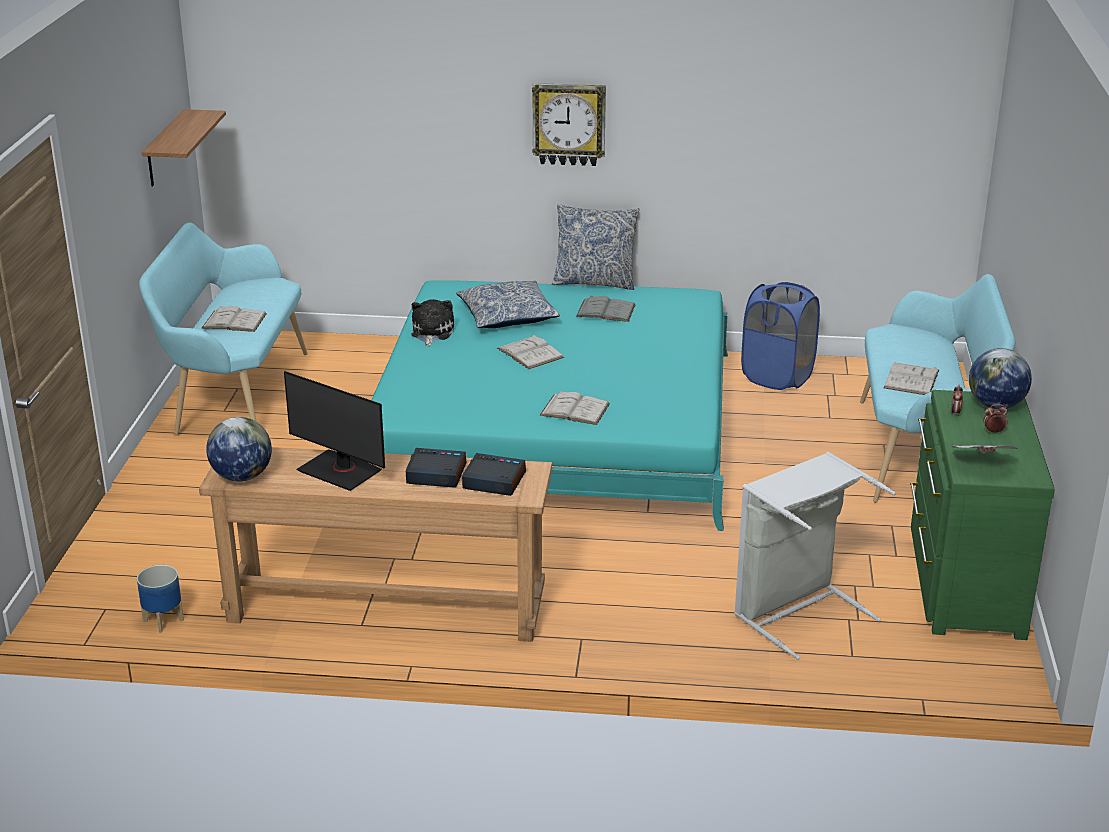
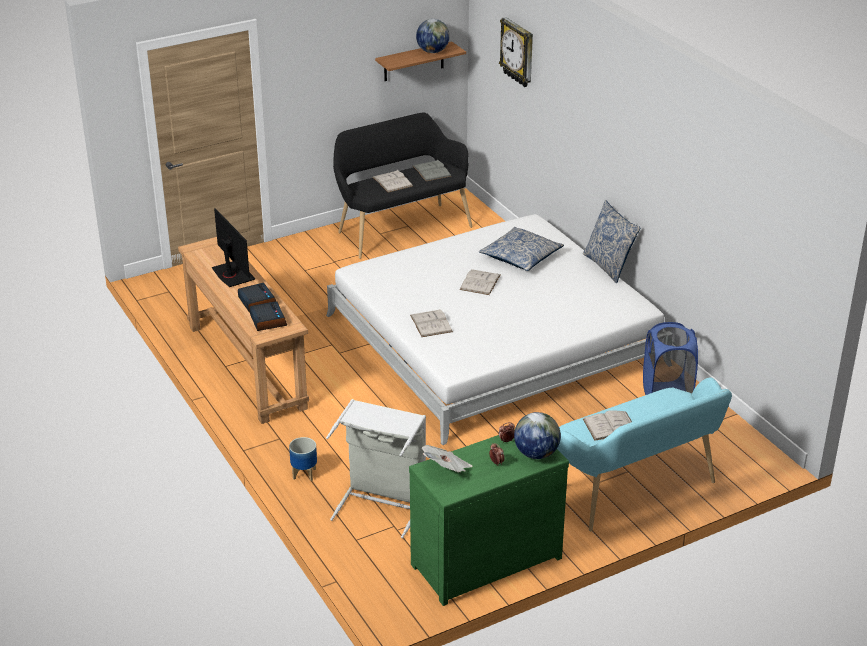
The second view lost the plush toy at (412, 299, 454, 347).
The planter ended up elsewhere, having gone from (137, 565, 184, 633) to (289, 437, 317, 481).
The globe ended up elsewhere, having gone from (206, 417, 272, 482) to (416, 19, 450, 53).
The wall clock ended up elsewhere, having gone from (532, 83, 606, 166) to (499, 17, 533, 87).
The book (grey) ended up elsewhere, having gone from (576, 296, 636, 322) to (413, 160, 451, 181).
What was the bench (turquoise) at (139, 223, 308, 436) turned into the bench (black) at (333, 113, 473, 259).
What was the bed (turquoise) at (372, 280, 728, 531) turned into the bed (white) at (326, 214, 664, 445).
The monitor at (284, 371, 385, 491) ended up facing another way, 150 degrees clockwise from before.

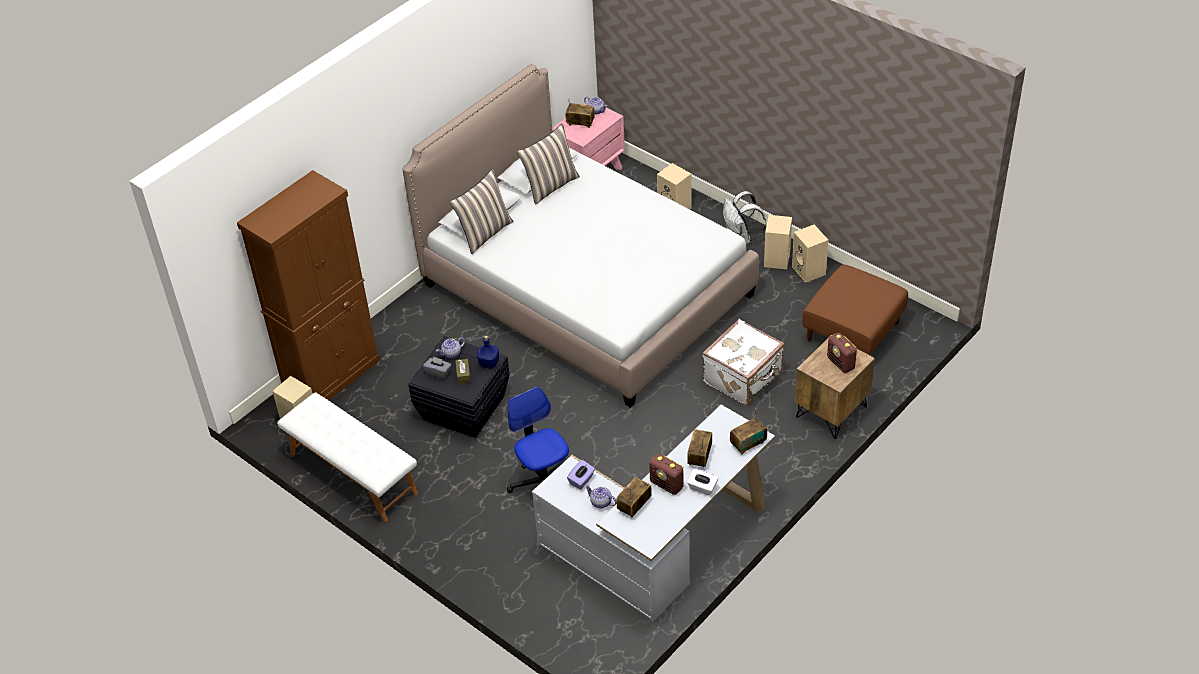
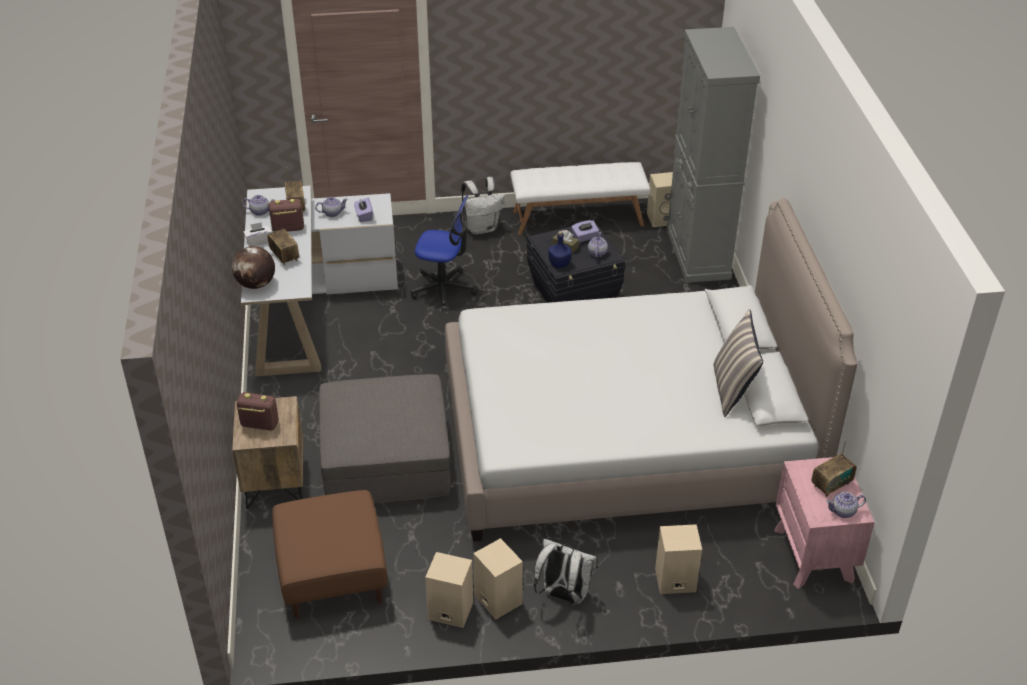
The second view lost the pillow at (450, 169, 513, 254).
The second view gained the teapot at (242, 195, 275, 216).
The second view gained the backpack (white) at (461, 177, 505, 235).
Where the suitcase (white) stood at (702, 319, 785, 405), the ottoman (grey) came to stand at (319, 374, 451, 503).
Where the radio stood at (730, 408, 767, 455), the globe came to stand at (232, 246, 275, 289).
What was the cabinet (brown) at (237, 170, 380, 400) turned into the cabinet (grey) at (666, 27, 760, 283).
What was the tissue box (grey) at (423, 356, 451, 379) turned into the tissue box (purple) at (571, 220, 599, 242).

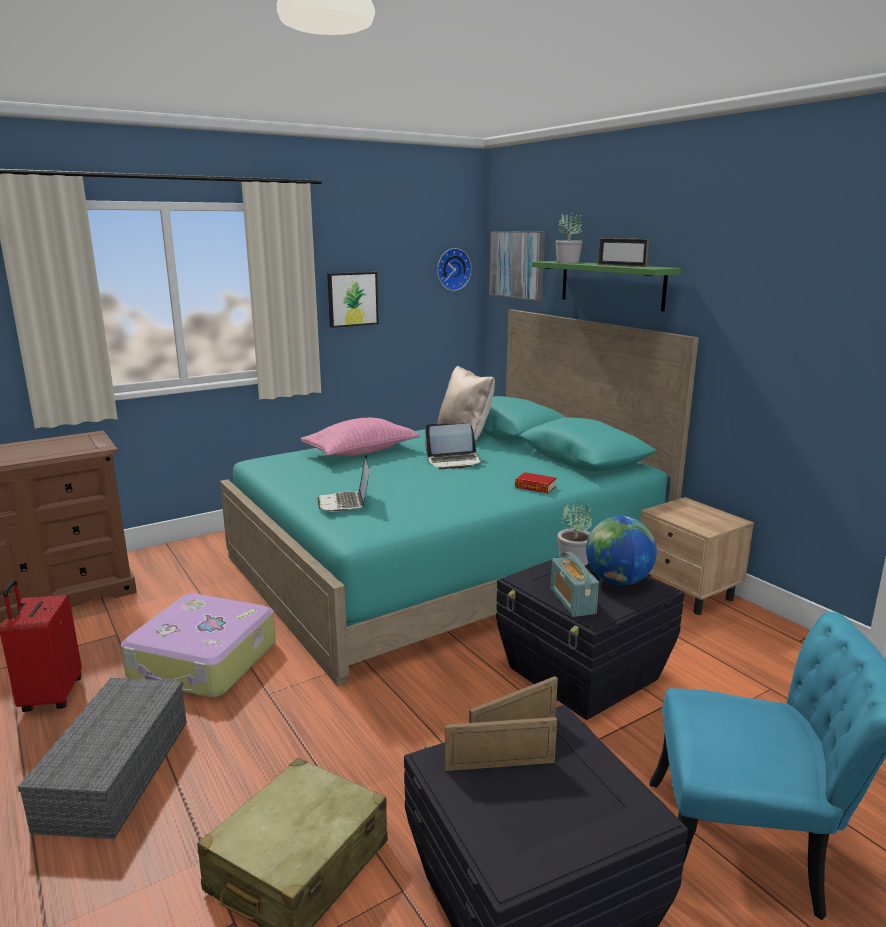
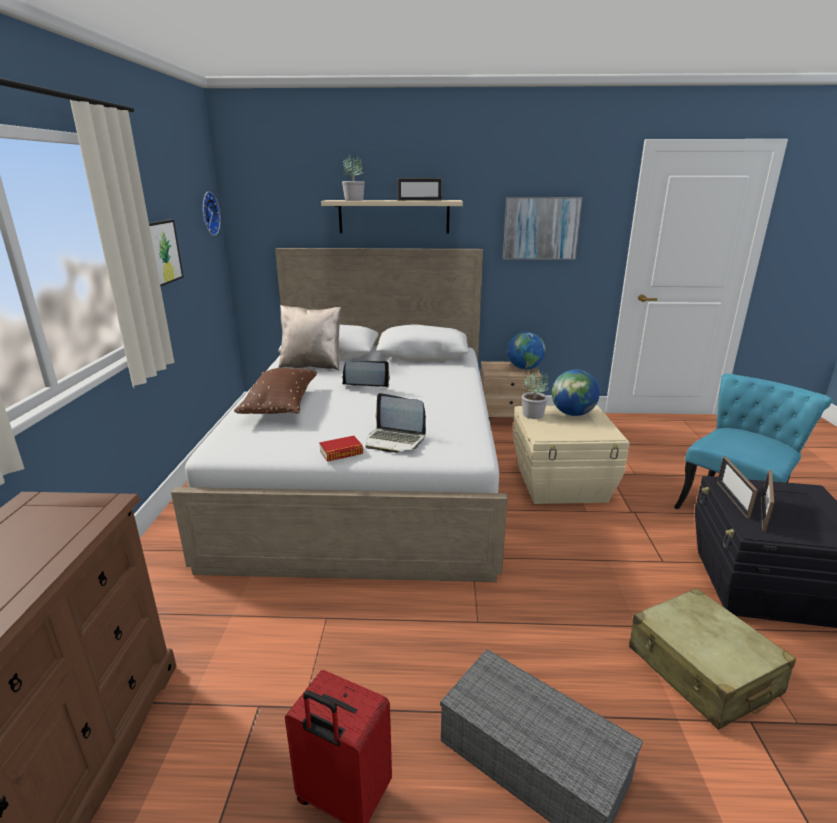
The second view lost the suitcase at (121, 593, 276, 698).
The second view lost the radio at (551, 552, 599, 617).
The second view gained the globe at (507, 332, 546, 370).
The picture ended up elsewhere, having gone from (489, 231, 545, 301) to (503, 197, 583, 260).
The book ended up elsewhere, having gone from (515, 472, 557, 493) to (319, 436, 363, 462).
What was the bed (turquoise) at (220, 310, 699, 686) turned into the bed (white) at (171, 248, 508, 582).
What was the pillow (pink) at (301, 418, 420, 456) turned into the pillow (brown) at (234, 368, 317, 414).
What was the storage box (black) at (496, 557, 684, 720) turned into the storage box (beige) at (513, 405, 630, 504).
What was the shelf (green) at (532, 261, 682, 312) turned into the shelf (beige) at (321, 200, 463, 234).
The laptop at (425, 423, 484, 470) ended up facing another way, 120 degrees counterclockwise from before.

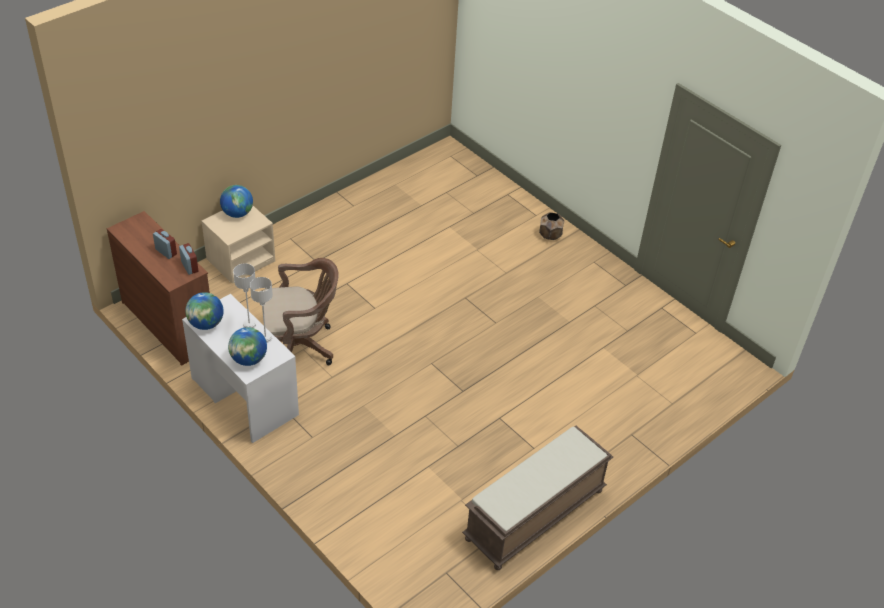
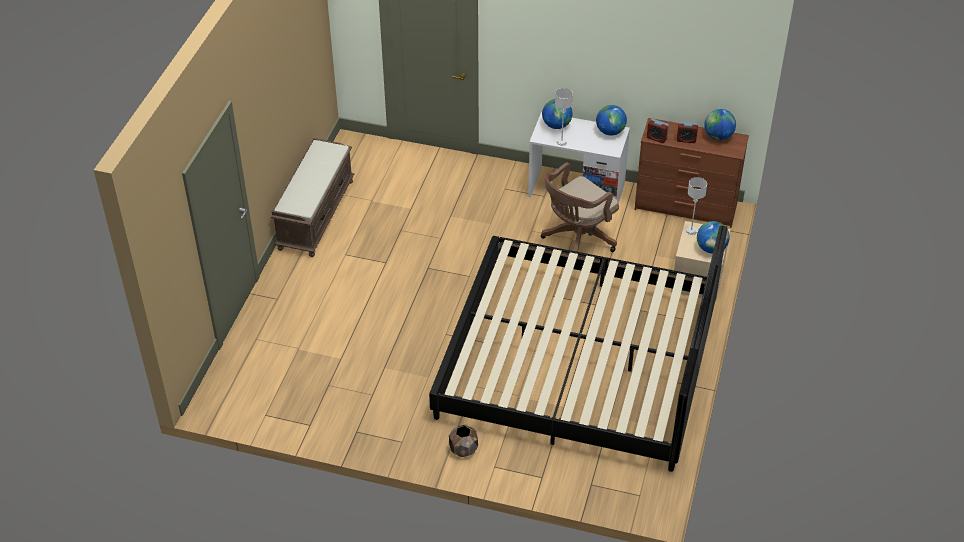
The second view gained the bed at (429, 226, 727, 472).
The second view gained the globe at (704, 109, 736, 140).
The table lamp (grey) ended up elsewhere, having gone from (233, 263, 256, 328) to (686, 177, 707, 235).

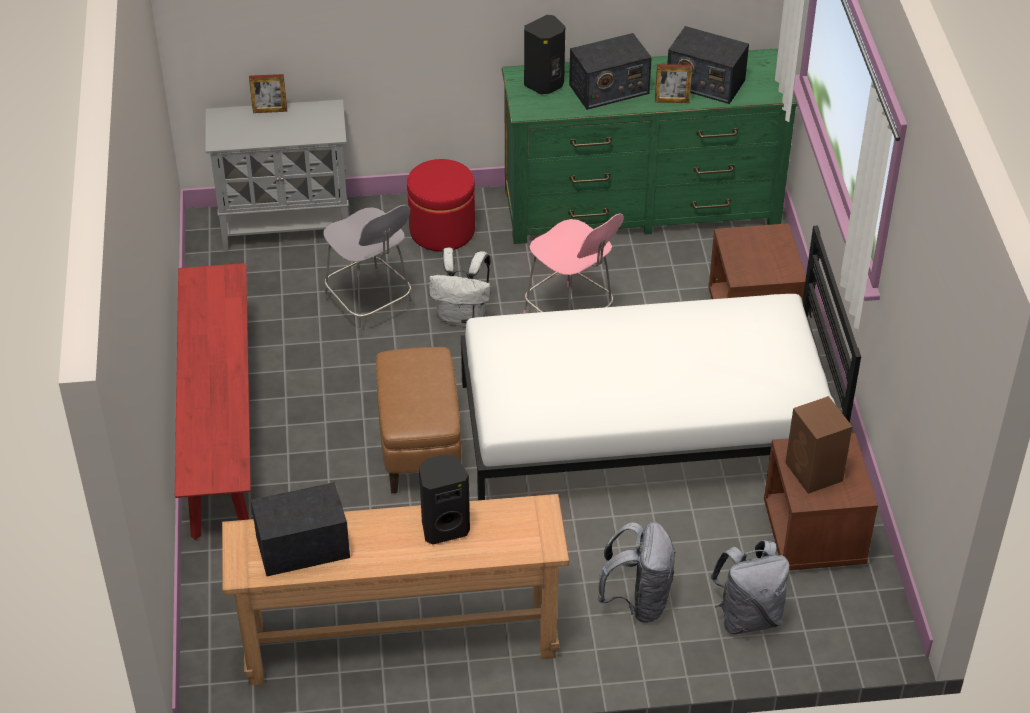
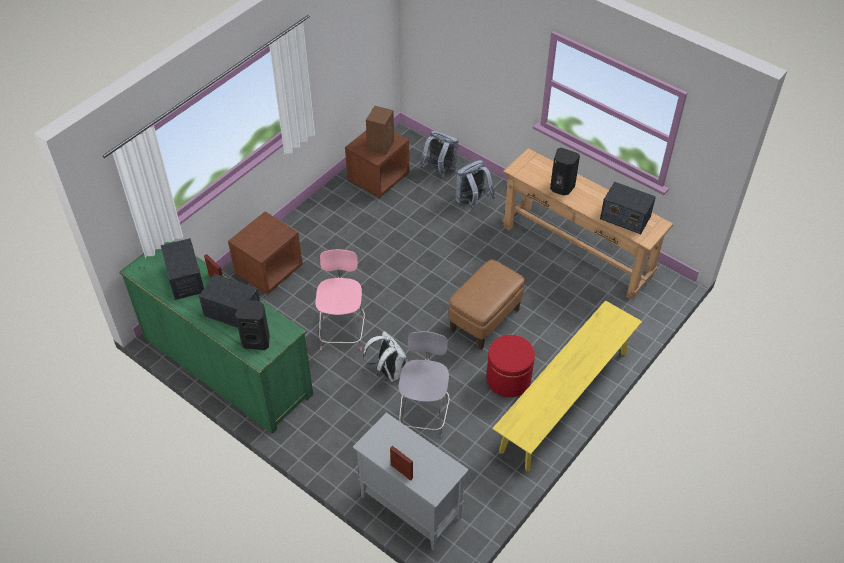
The second view lost the bed (white) at (461, 225, 861, 500).
The ottoman (red) ended up elsewhere, having gone from (407, 159, 475, 251) to (486, 335, 535, 397).
What was the bench (red) at (175, 263, 251, 540) turned into the bench (yellow) at (492, 300, 642, 472).

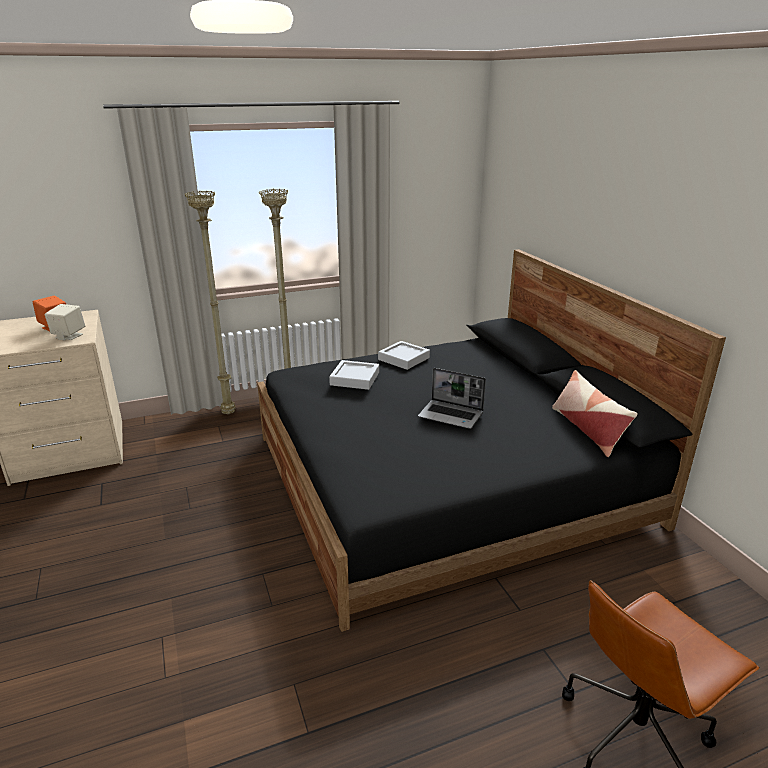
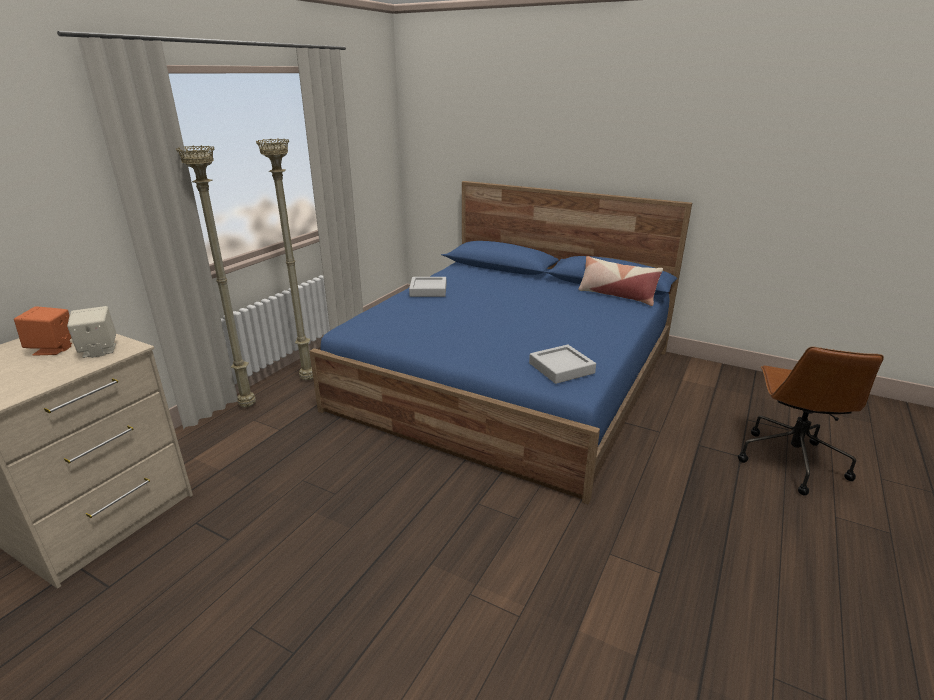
The second view lost the laptop at (418, 368, 486, 429).
The tray (grey) ended up elsewhere, having gone from (329, 360, 379, 390) to (529, 345, 596, 384).
What was the bed (black) at (257, 249, 726, 632) turned into the bed (blue) at (309, 181, 692, 504).

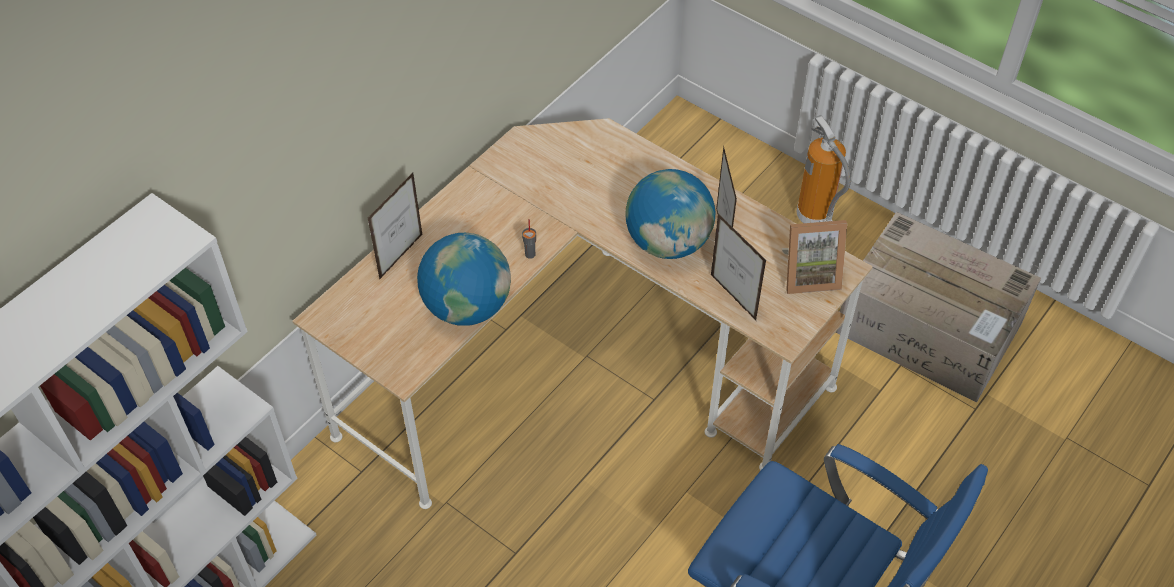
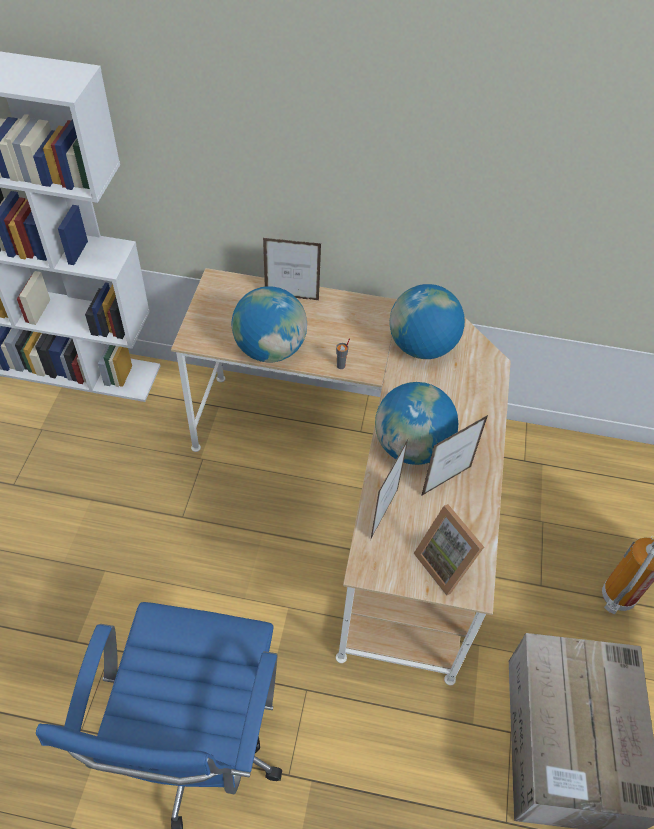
The second view gained the globe at (389, 284, 465, 359).

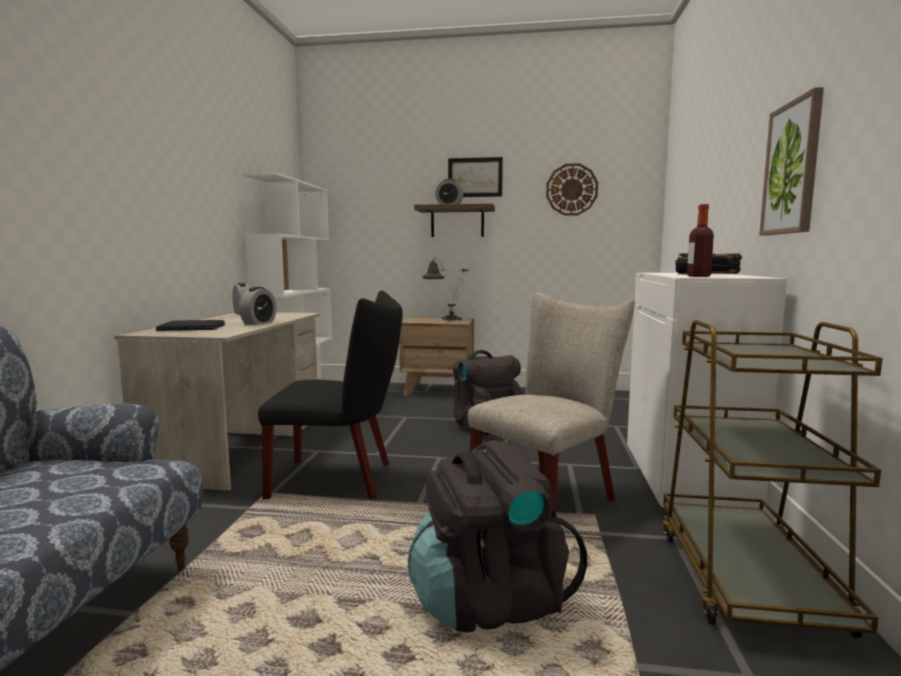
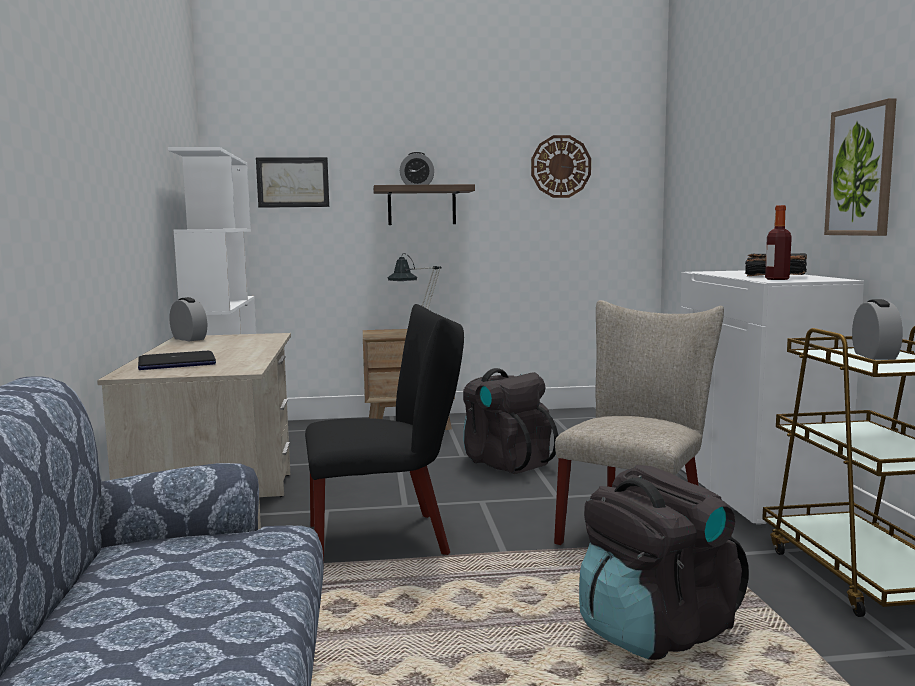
The alarm clock ended up elsewhere, having gone from (239, 287, 276, 325) to (852, 299, 903, 360).
The picture ended up elsewhere, having gone from (448, 157, 503, 197) to (256, 157, 329, 208).

